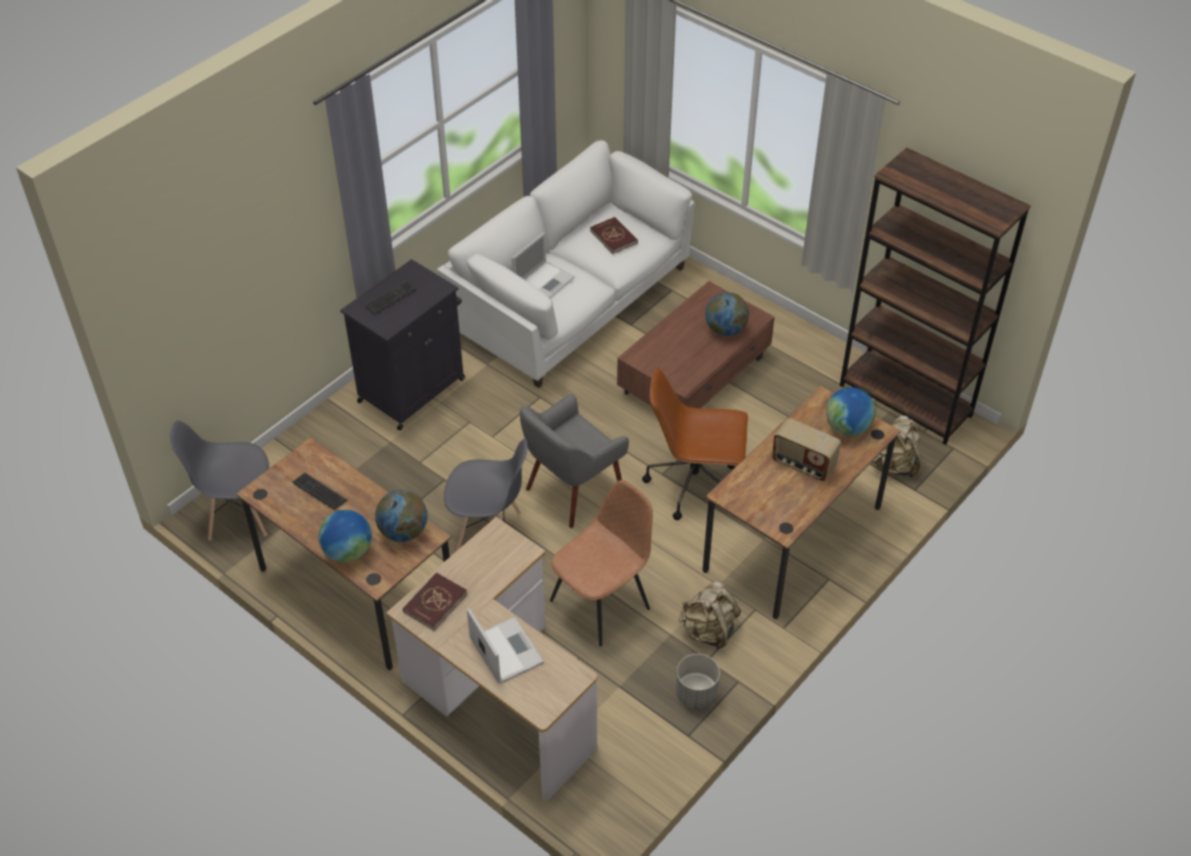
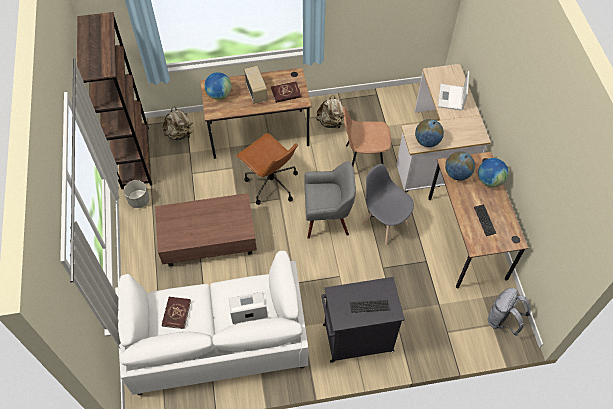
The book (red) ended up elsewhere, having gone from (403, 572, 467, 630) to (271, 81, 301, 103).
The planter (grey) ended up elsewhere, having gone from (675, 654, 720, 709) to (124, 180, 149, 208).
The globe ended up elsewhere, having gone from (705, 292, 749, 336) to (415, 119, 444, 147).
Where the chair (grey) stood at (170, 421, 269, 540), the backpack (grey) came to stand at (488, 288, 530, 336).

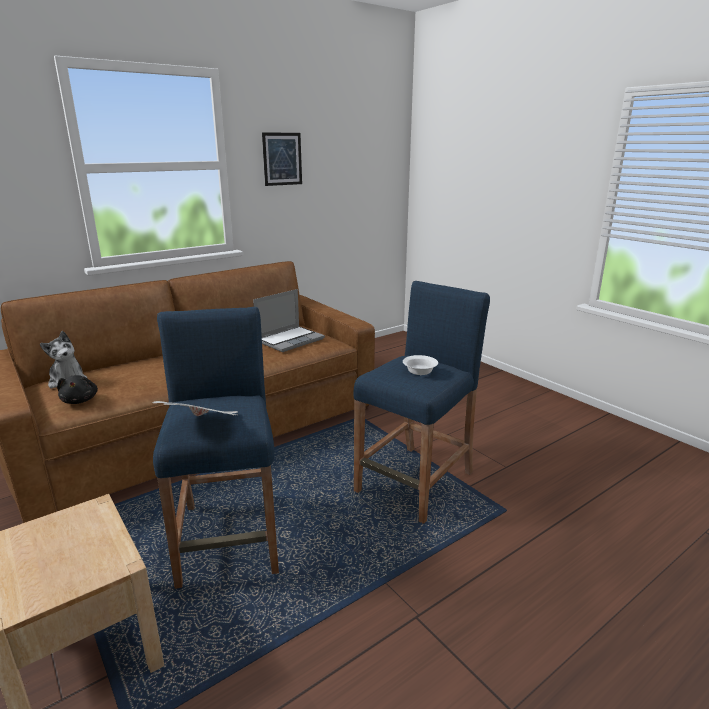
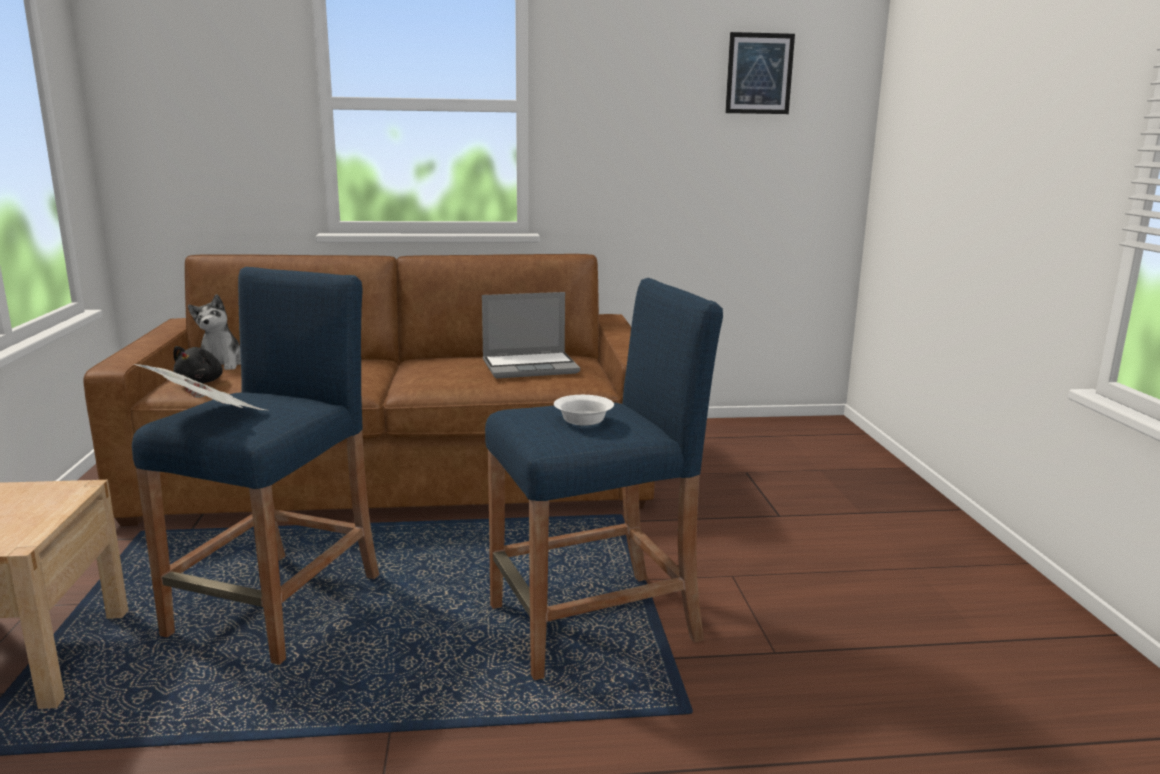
The picture ended up elsewhere, having gone from (262, 132, 302, 186) to (725, 32, 795, 114).

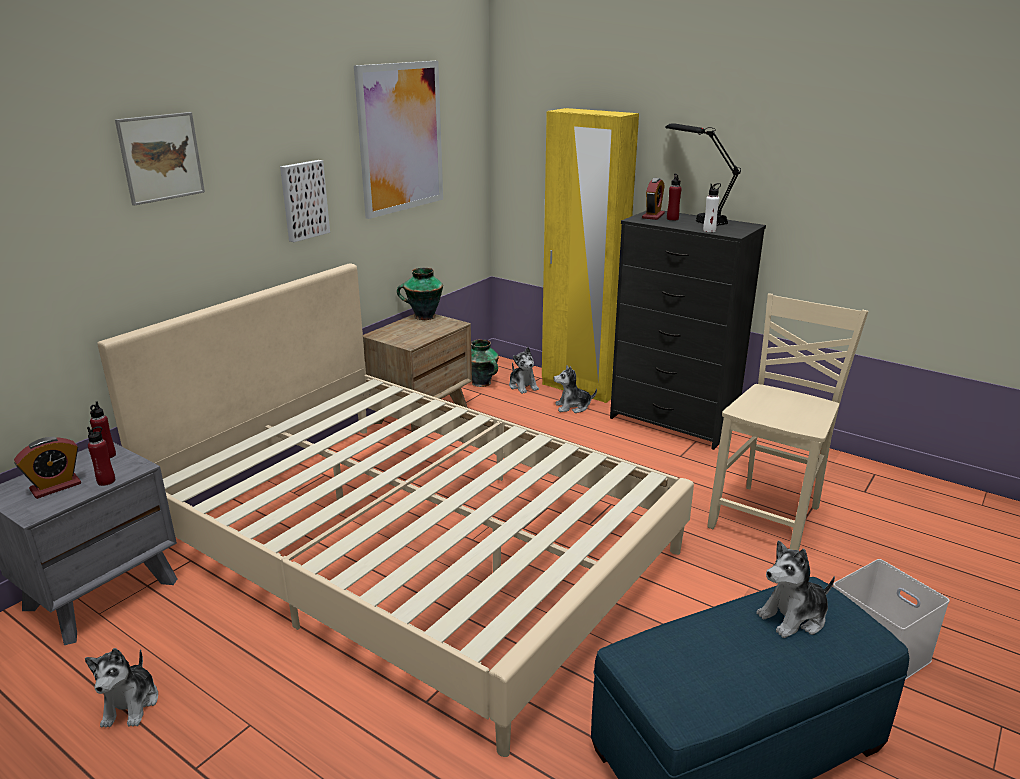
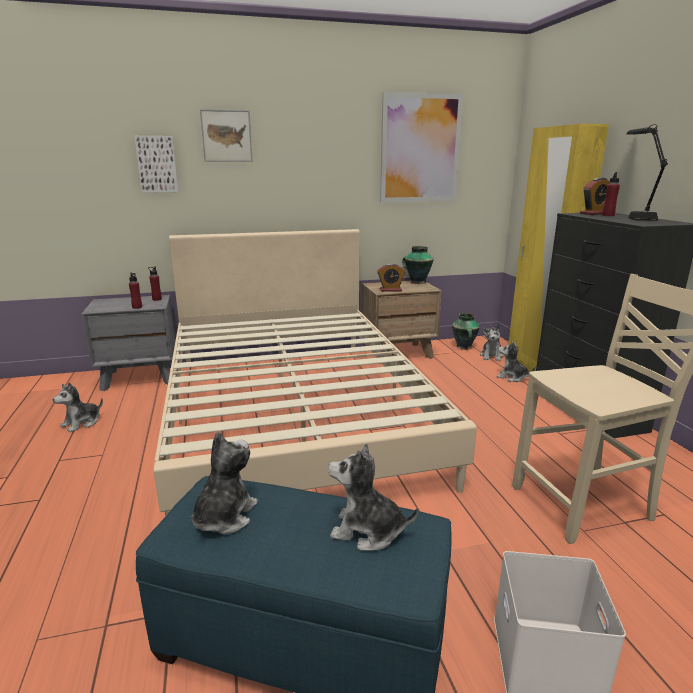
The second view lost the bottle (white) at (703, 183, 721, 232).
The second view gained the plush toy at (192, 431, 258, 535).
The alarm clock ended up elsewhere, having gone from (14, 437, 81, 499) to (377, 263, 405, 292).
The picture ended up elsewhere, having gone from (280, 160, 330, 242) to (134, 136, 179, 193).

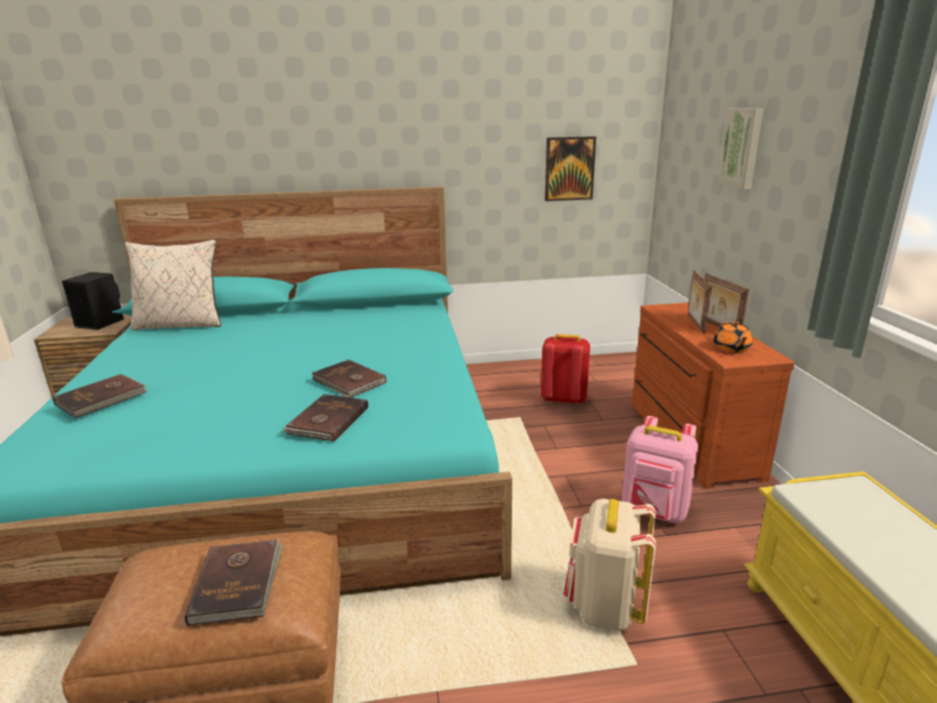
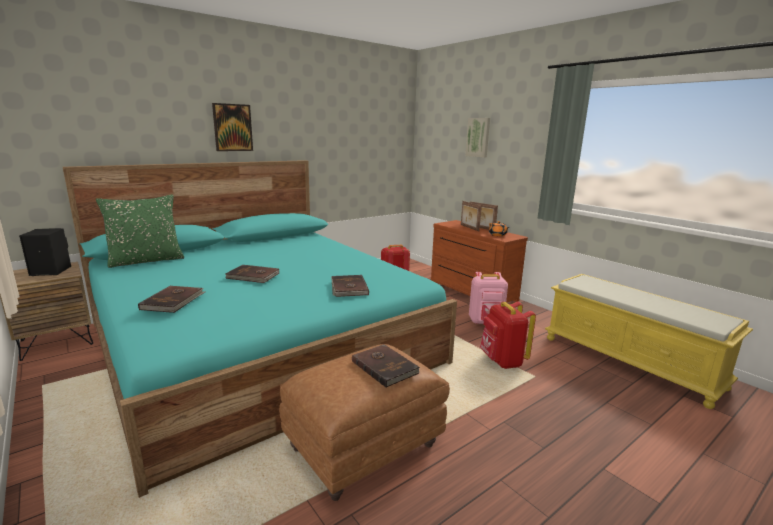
The book (brown) ended up elsewhere, having gone from (312, 359, 386, 398) to (225, 265, 279, 283).
The picture ended up elsewhere, having gone from (545, 136, 596, 201) to (212, 103, 253, 151).
What was the pillow (beige) at (125, 240, 221, 330) turned into the pillow (green) at (96, 194, 184, 268).
What was the backpack (beige) at (563, 499, 656, 631) turned into the backpack (red) at (480, 302, 536, 369).

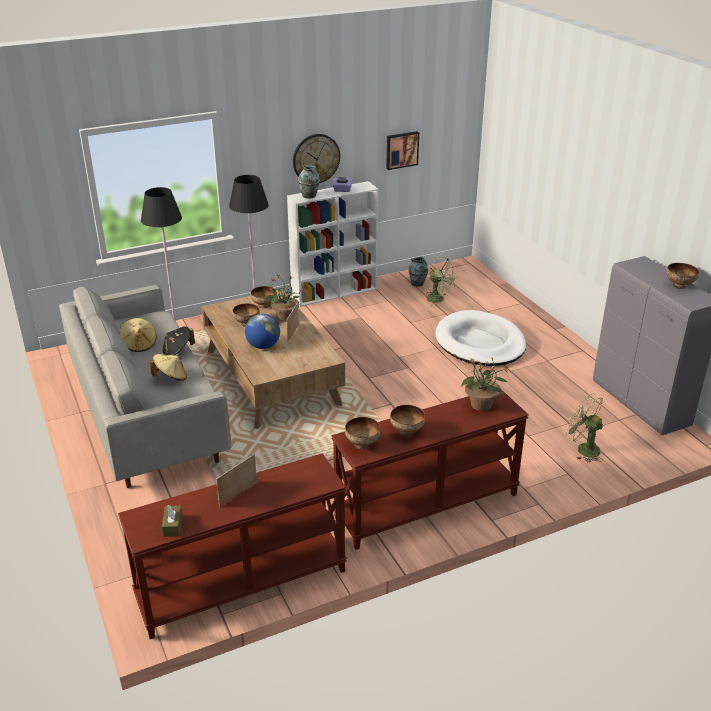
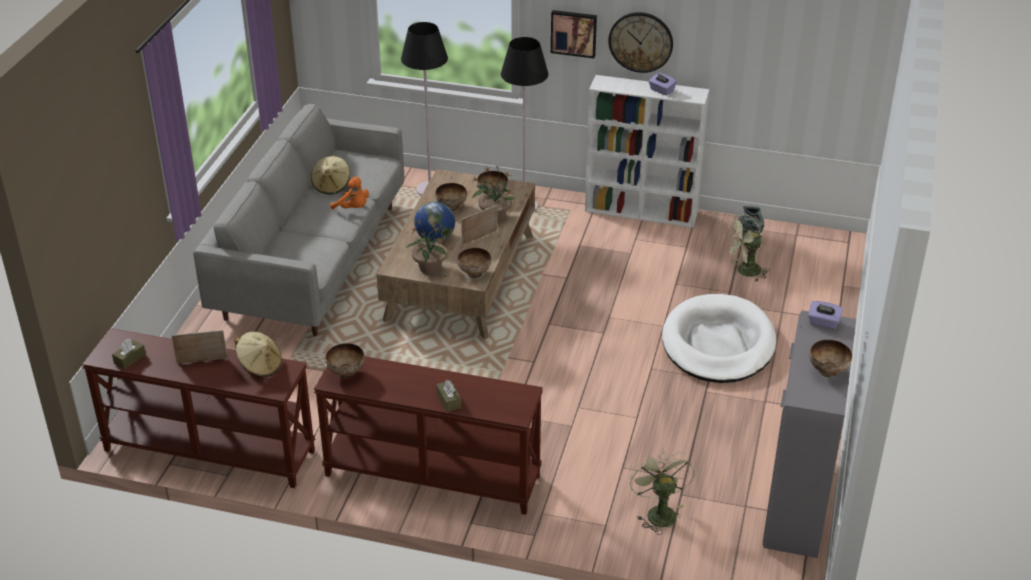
The second view lost the vase at (298, 165, 320, 199).
The second view gained the tissue box (brown) at (436, 380, 462, 412).
The second view gained the tissue box (purple) at (808, 301, 843, 329).
The hat (beige) ended up elsewhere, having gone from (150, 354, 187, 381) to (235, 331, 282, 377).
The picture ended up elsewhere, having gone from (386, 131, 419, 170) to (551, 10, 597, 58).
The bowl ended up elsewhere, having gone from (390, 405, 425, 437) to (458, 248, 491, 278).
The potted plant ended up elsewhere, having gone from (461, 359, 509, 411) to (407, 219, 448, 275).
Where the hat (black) stood at (162, 326, 195, 355), the plush toy (orange) came to stand at (330, 177, 369, 210).
The fan (green) at (426, 257, 458, 306) ended up facing another way, 75 degrees clockwise from before.

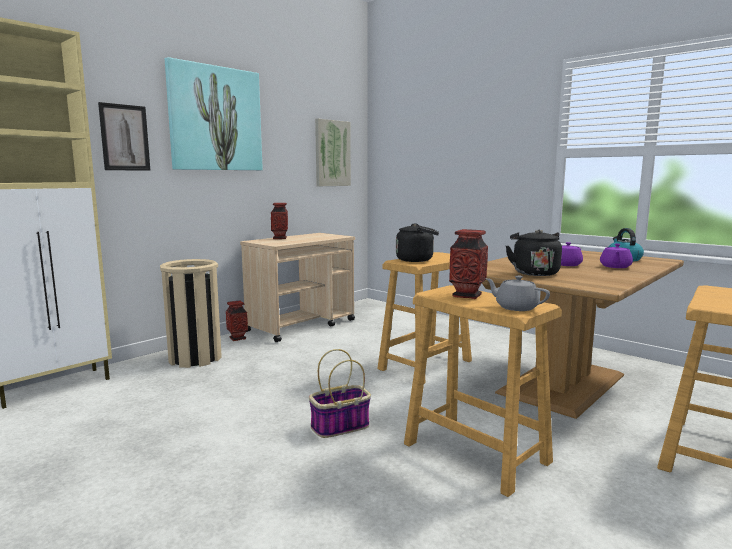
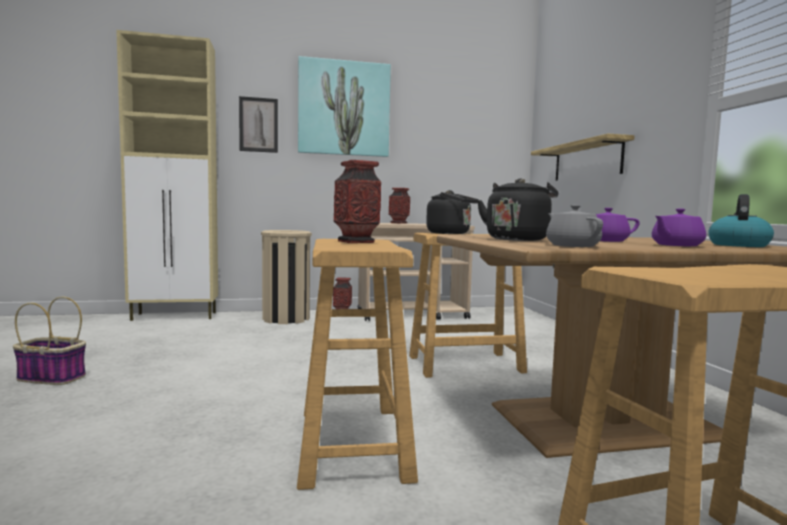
The second view lost the picture at (315, 118, 351, 186).
The second view gained the shelf at (531, 133, 635, 181).
The basket ended up elsewhere, having gone from (309, 349, 371, 438) to (13, 297, 86, 385).
The teapot (grey) ended up elsewhere, having gone from (485, 275, 550, 311) to (546, 205, 603, 247).

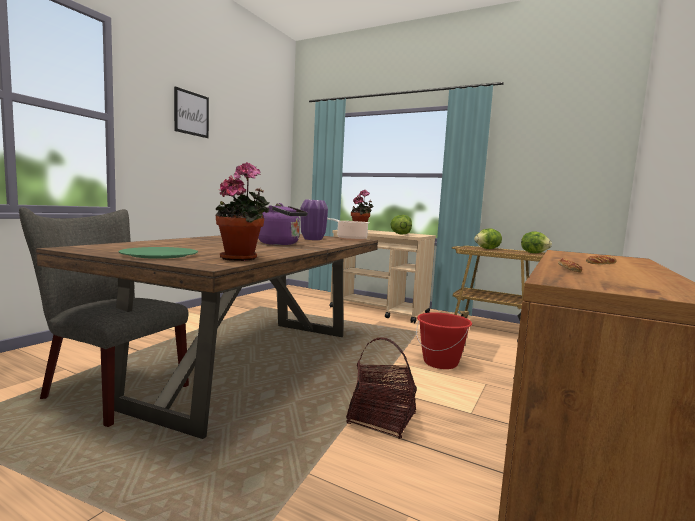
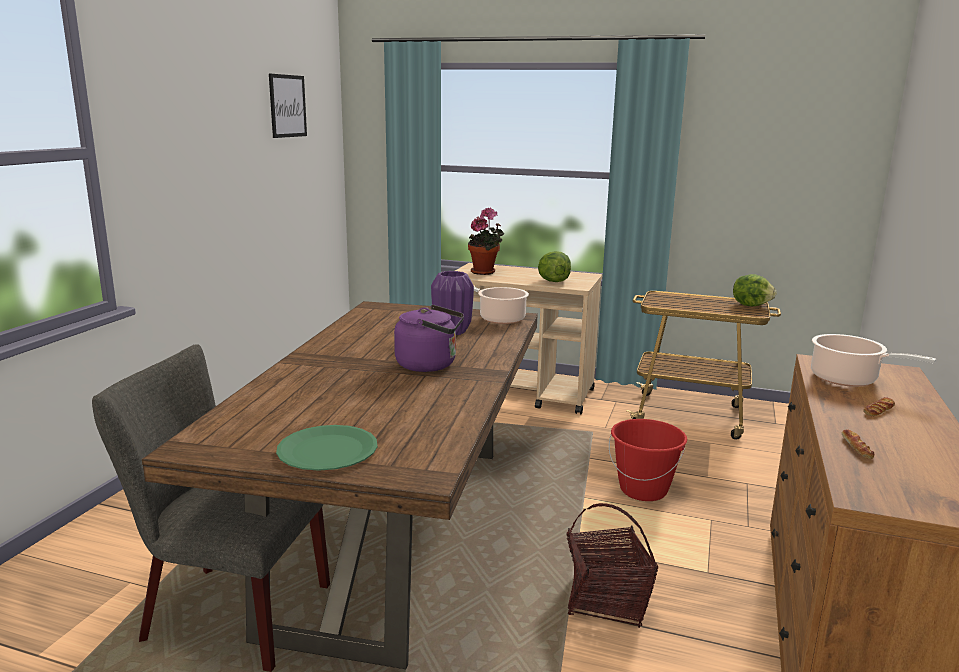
The second view lost the potted plant at (216, 162, 270, 261).
The second view lost the lettuce at (474, 228, 502, 249).
The second view gained the cooking pot at (811, 334, 937, 387).
The picture ended up elsewhere, having gone from (174, 86, 209, 138) to (269, 74, 307, 138).

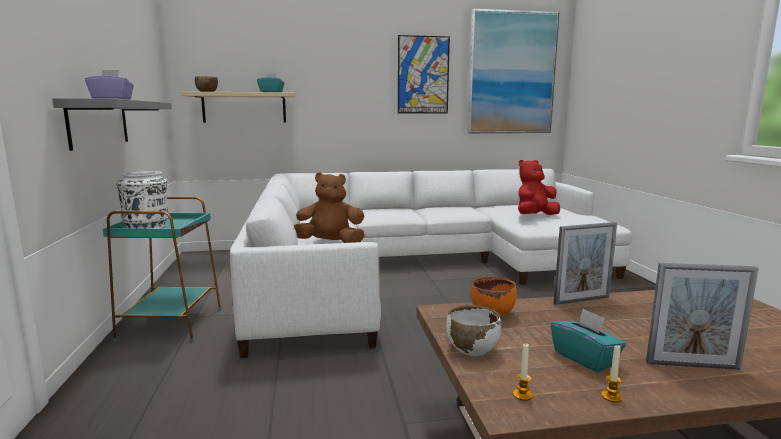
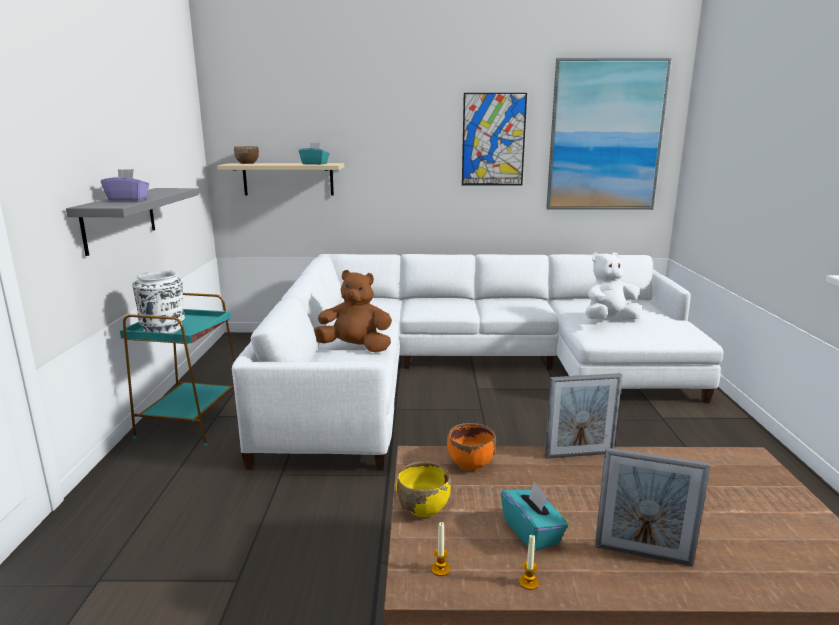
What was the bowl (white) at (446, 305, 501, 356) turned into the bowl (yellow) at (396, 461, 451, 517).
What was the plush toy (red) at (518, 160, 560, 215) turned into the plush toy (white) at (585, 252, 641, 319).

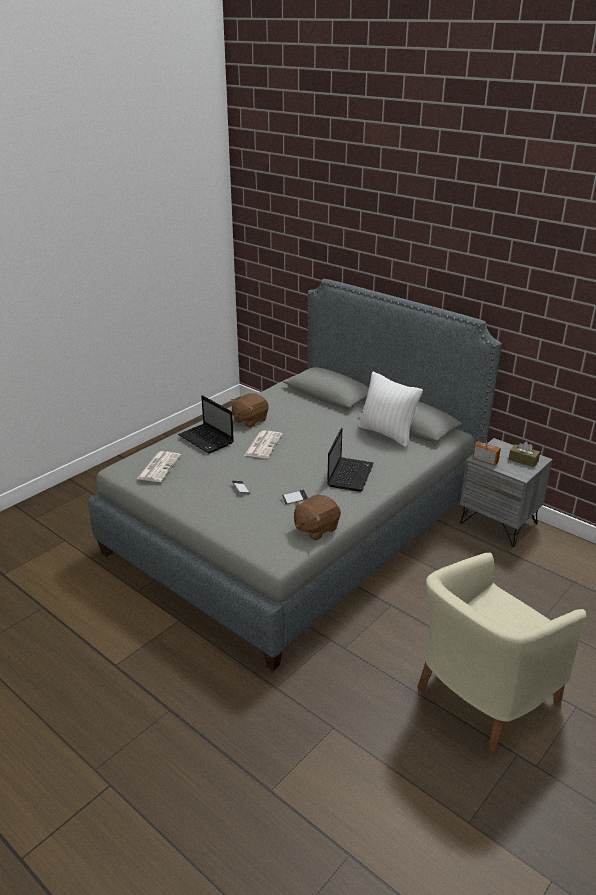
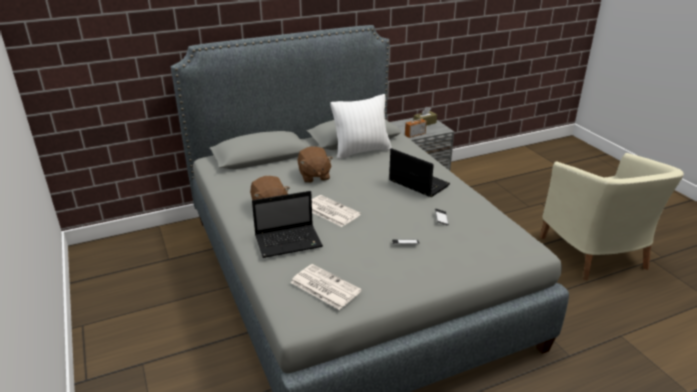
The plush toy (brown) ended up elsewhere, having gone from (294, 494, 341, 540) to (298, 146, 333, 183).

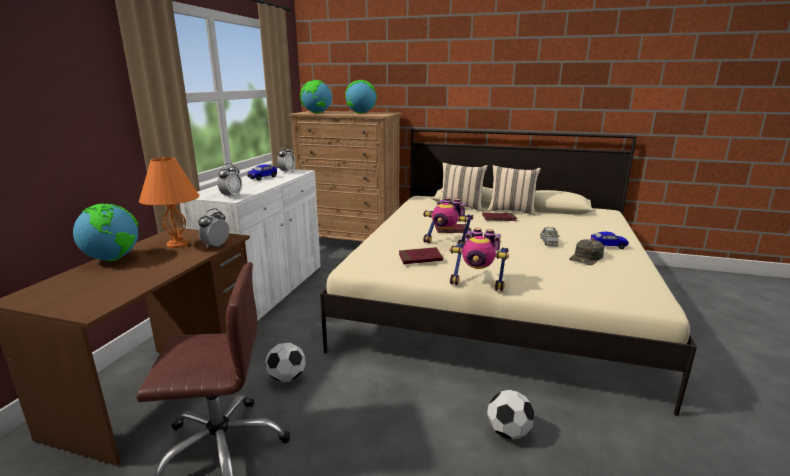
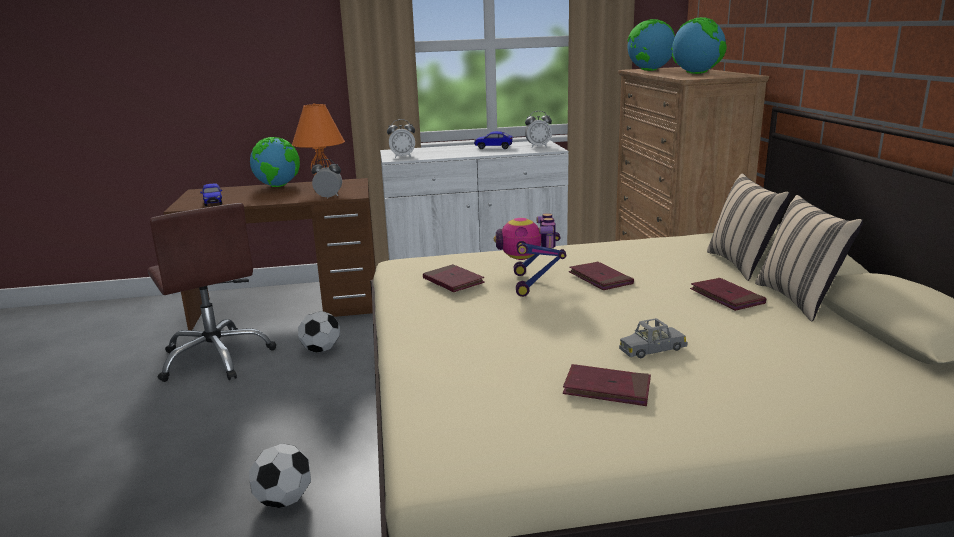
The second view lost the toy robot at (450, 228, 509, 291).
The toy car ended up elsewhere, having gone from (591, 232, 629, 249) to (200, 184, 222, 206).
Where the cap (green) stood at (569, 239, 604, 265), the book (red) came to stand at (563, 364, 651, 406).

